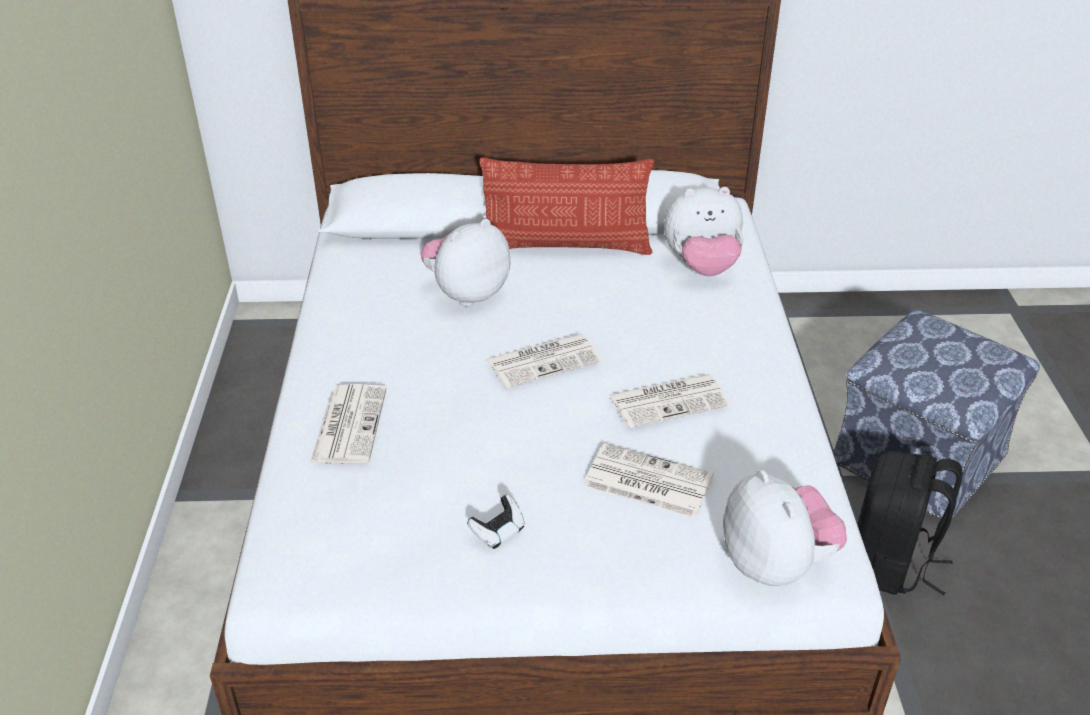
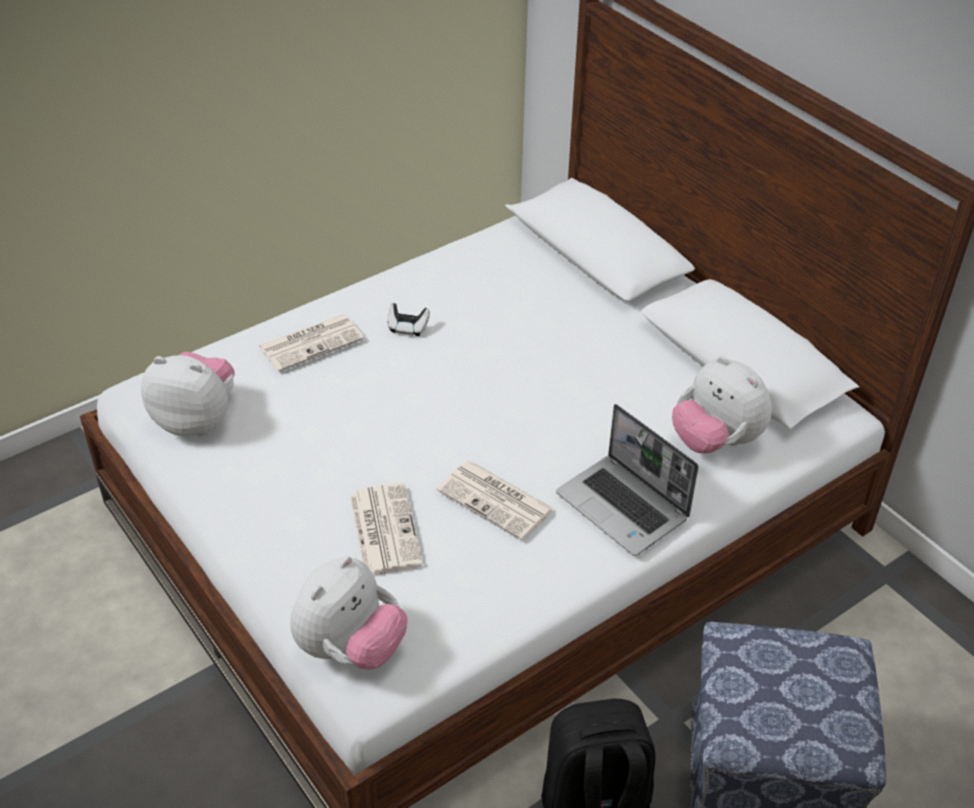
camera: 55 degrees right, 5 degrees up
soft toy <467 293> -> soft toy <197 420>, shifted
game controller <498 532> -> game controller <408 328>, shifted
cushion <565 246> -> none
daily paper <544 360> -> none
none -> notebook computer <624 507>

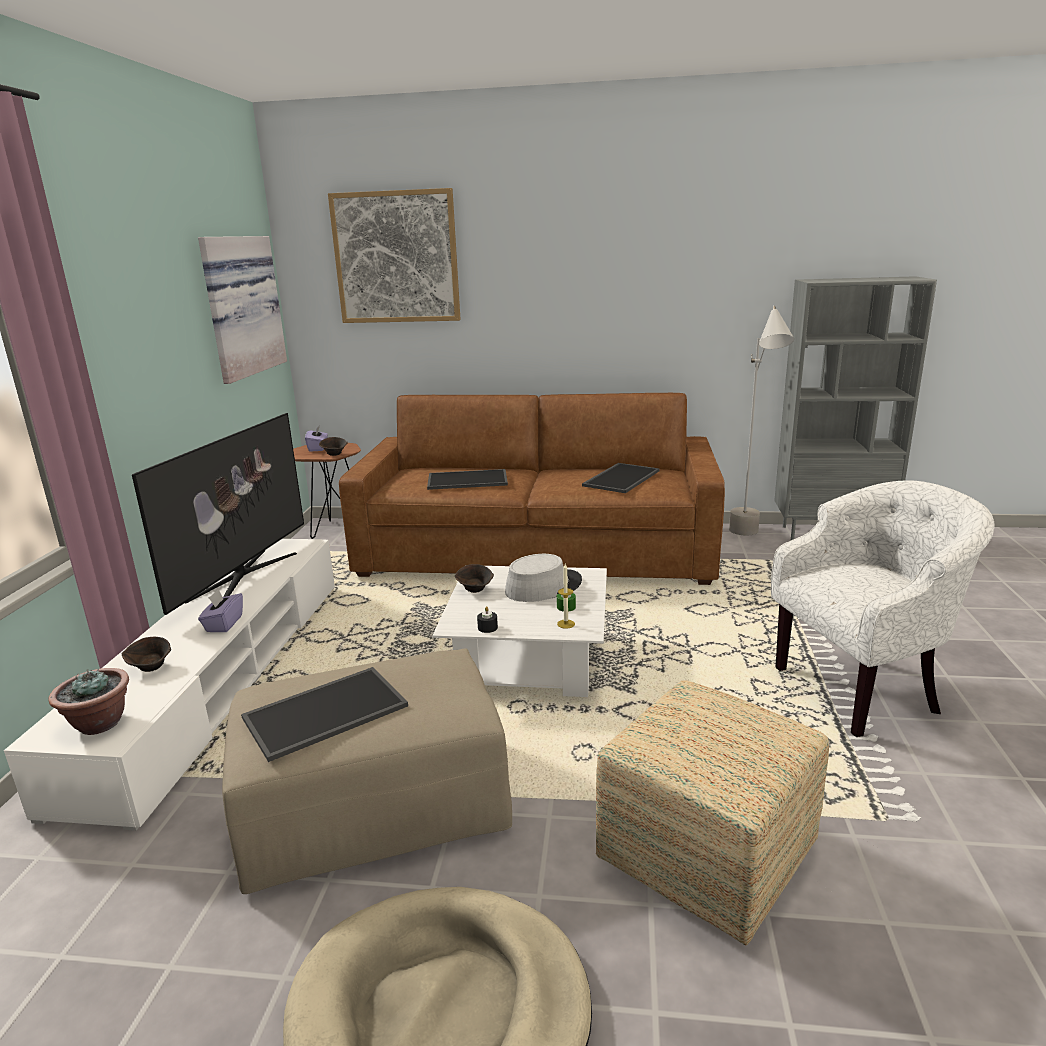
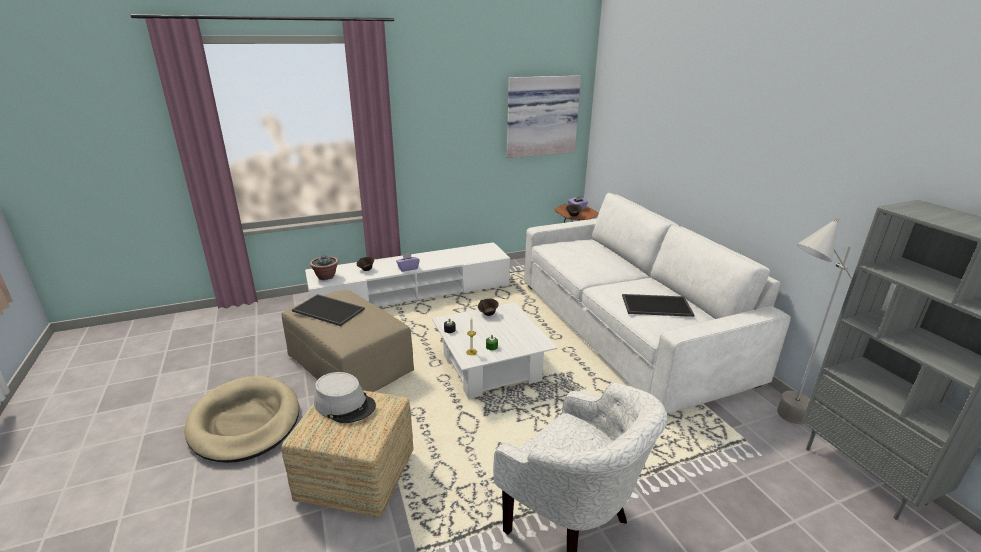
camera: 60 degrees right, 5 degrees up
television <242 577> -> none
wall art <396 258> -> none
brown couch <537 550> -> white couch <627 329>
tray <466 480> -> none
gray wearable hat <543 587> -> gray wearable hat <345 404>, shifted

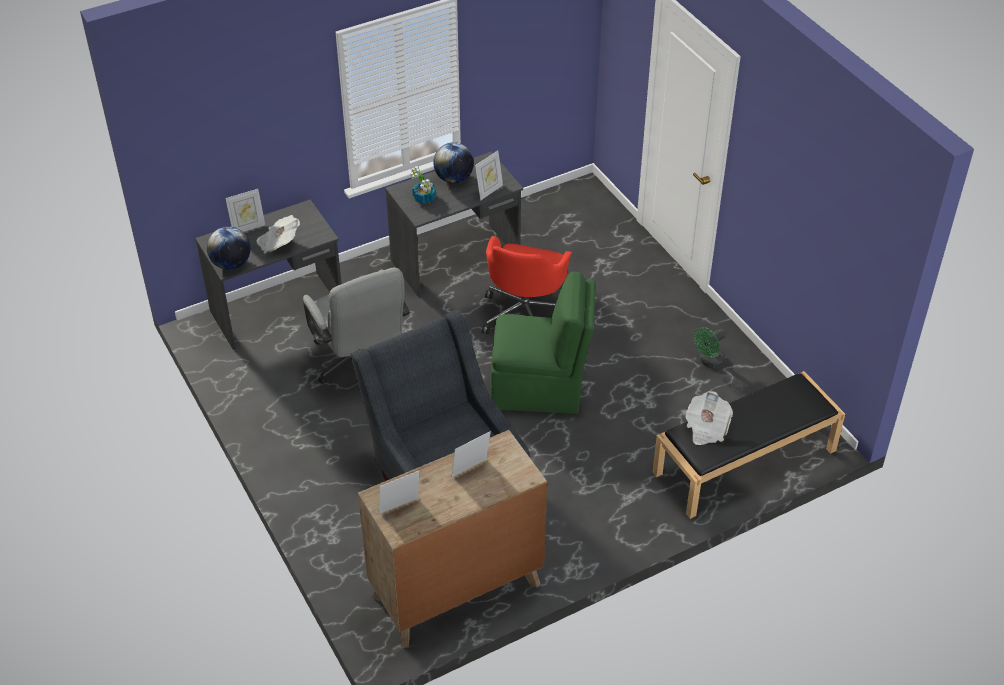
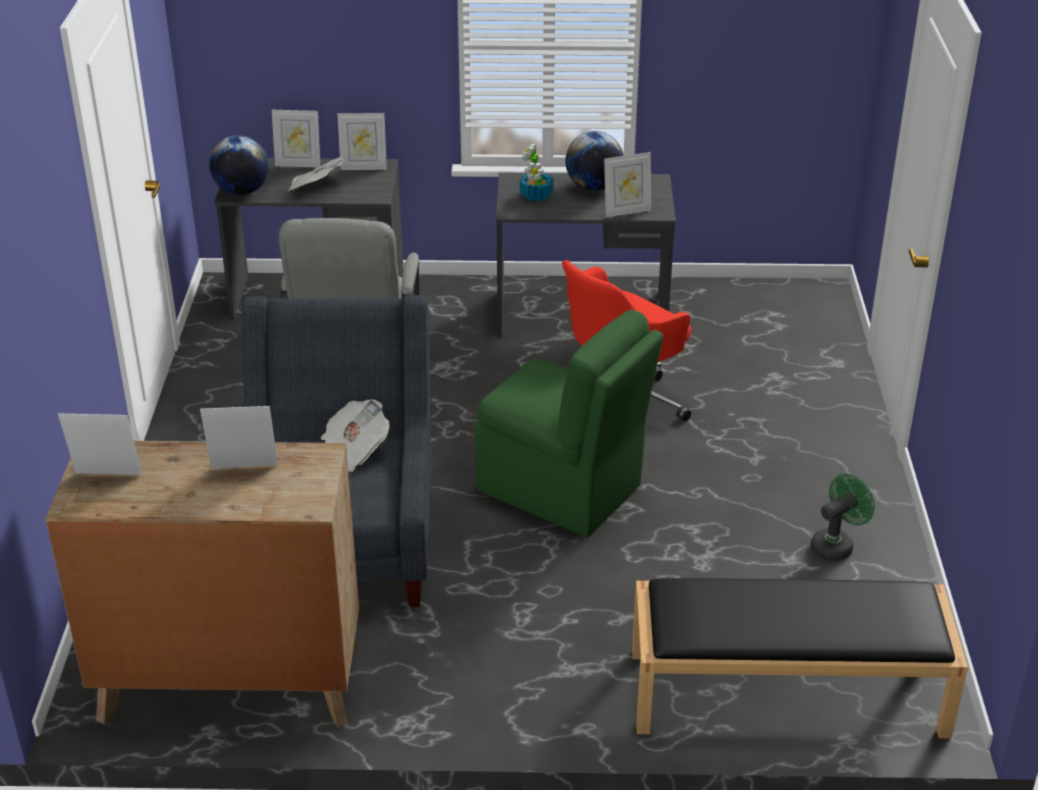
camera: 30 degrees right, 10 degrees down
daily paper <706 428> -> daily paper <351 452>, shifted
green cooling fan <709 361> -> green cooling fan <836 545>, 150 degrees clockwise
none -> standing frame <363 167>

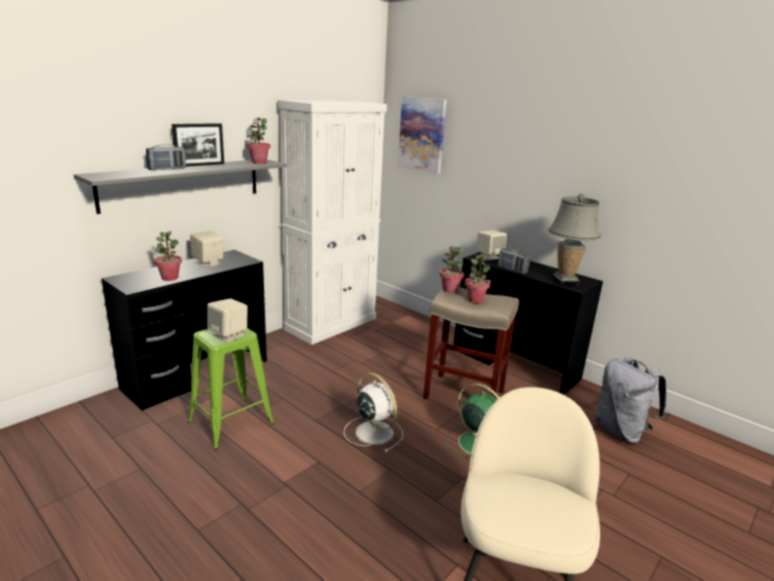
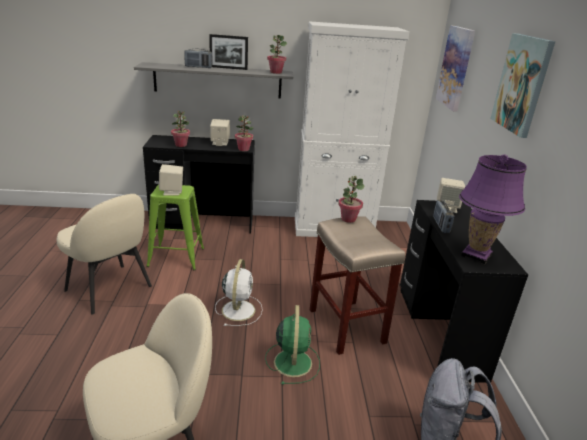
camera: 45 degrees right, 5 degrees up
potted plant <475 300> -> potted plant <244 149>, shifted
gray lamp for a table <565 280> -> purple-coloured lamp for a table <476 255>
none -> beige-coloured plain chair <110 289>
none -> wall art <522 84>

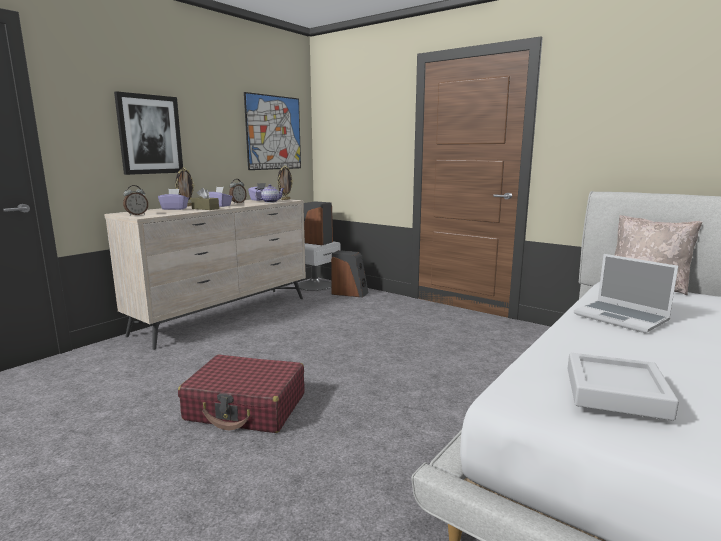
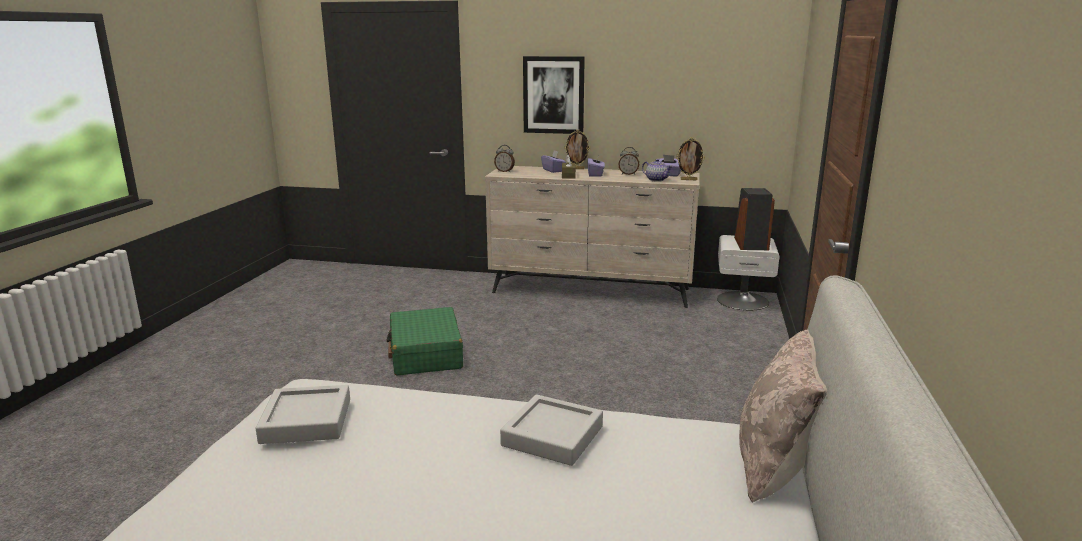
camera: 65 degrees right, 5 degrees up
reddish piece of luggage <246 407> -> green piece of luggage <426 354>
wall art <274 133> -> none
speaker <350 293> -> none
notebook computer <622 318> -> gray tray <552 436>

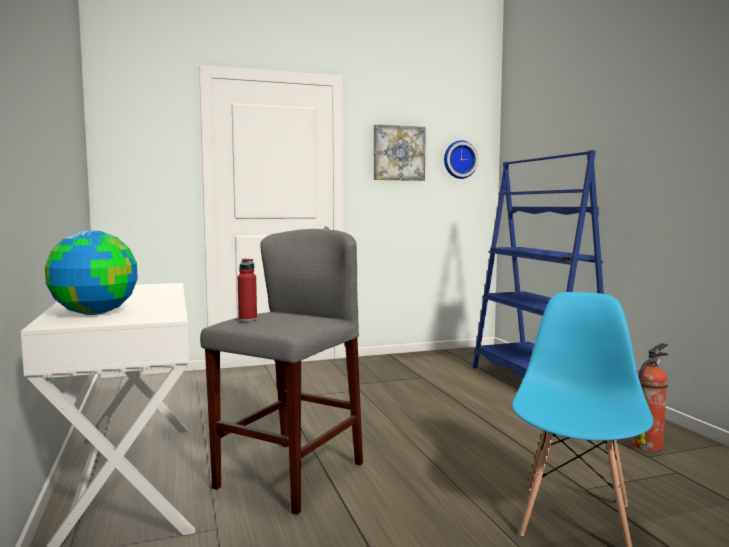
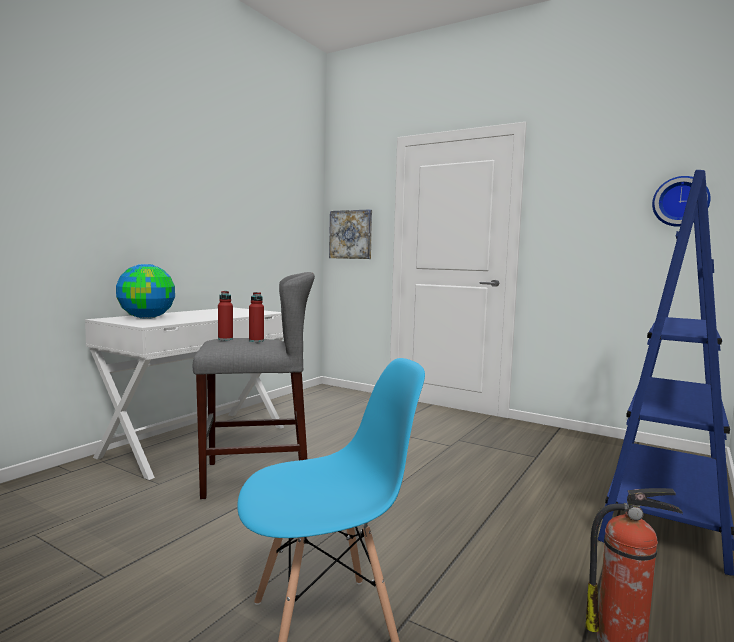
camera: 50 degrees right, 0 degrees up
wall art <398 153> -> wall art <351 234>, shifted
none -> reddish beverage bottle <256 341>

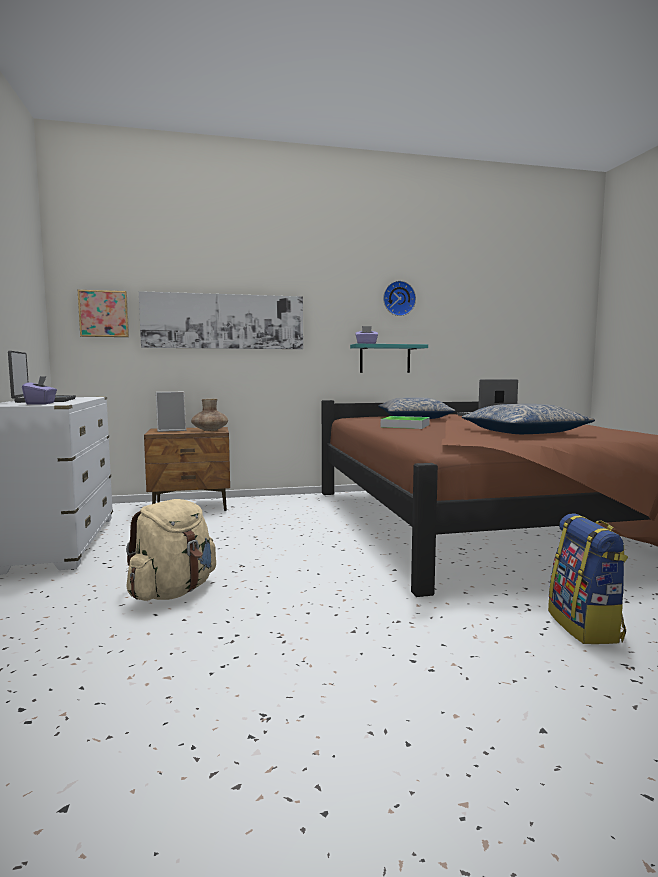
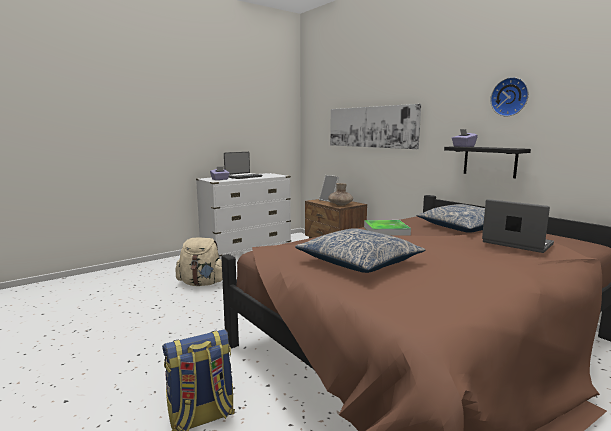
camera: 65 degrees right, 5 degrees up
wall art <104 314> -> none
turquoise wall shelf <385 358> -> black-coloured wall shelf <490 161>

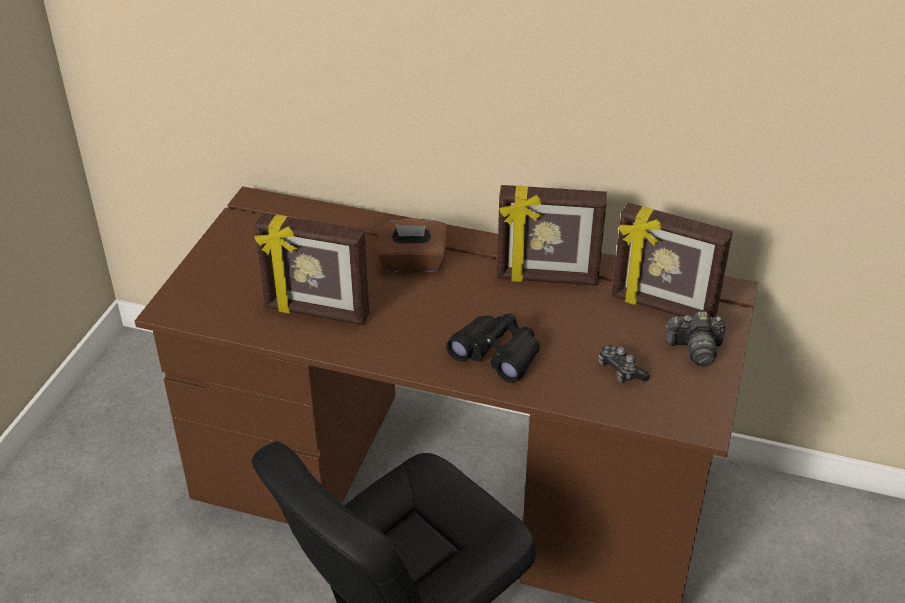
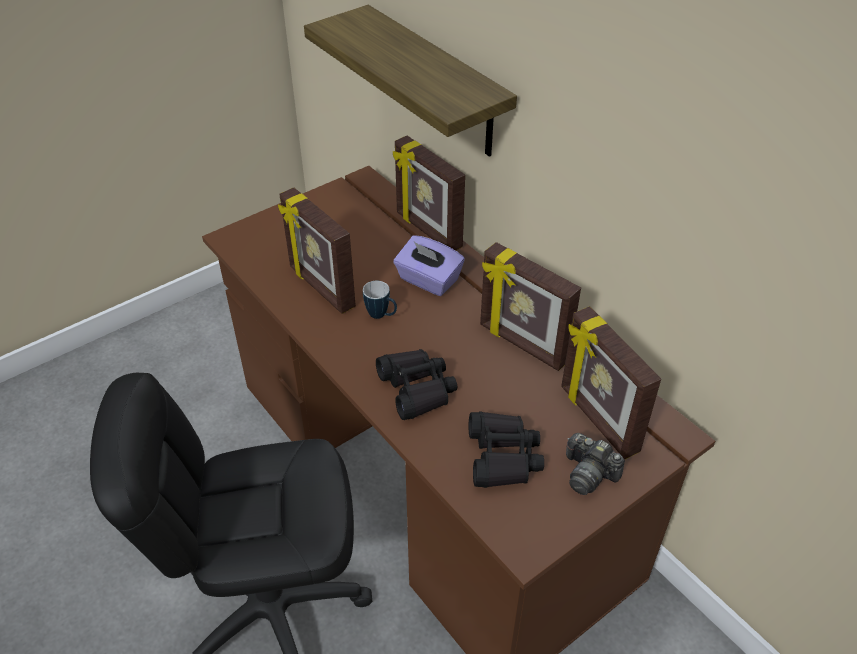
camera: 35 degrees right, 5 degrees up
brown tissue holder <412 263> -> purple-coloured tissue holder <428 280>
game controller <620 370> -> black-coloured pair of binoculars <503 457>
none -> wall shelf <436 83>
none -> mug <381 316>
none -> standing frame <427 231>

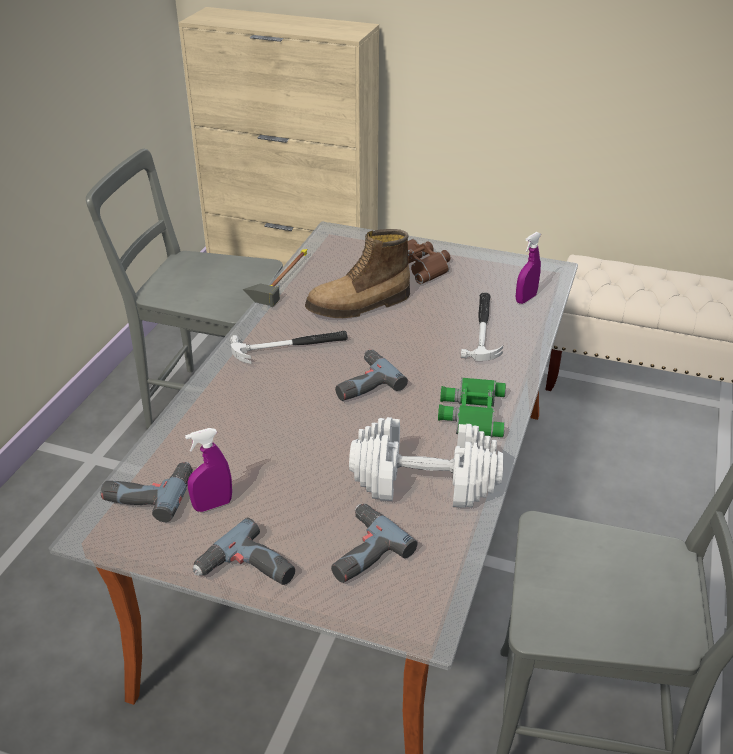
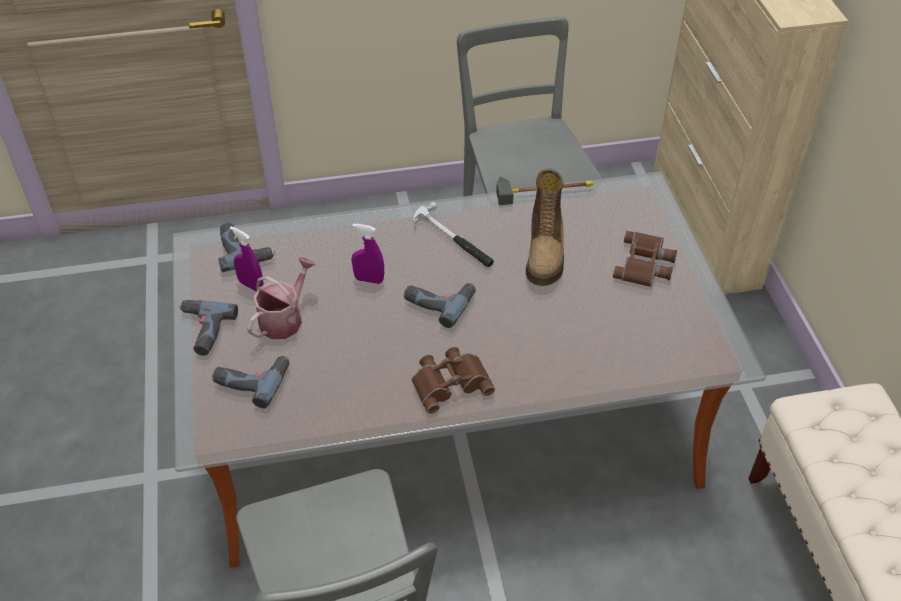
camera: 60 degrees right, 10 degrees up
high-top boot <359 305> -> high-top boot <545 253>, 120 degrees counterclockwise
white free weight <425 482> -> none
green pair of binoculars <471 412> -> brown pair of binoculars <450 382>
hammer <483 329> -> none
purple-coloured hand sprayer <525 299> -> purple-coloured hand sprayer <369 280>, shifted
none -> watering pot <284 318>

